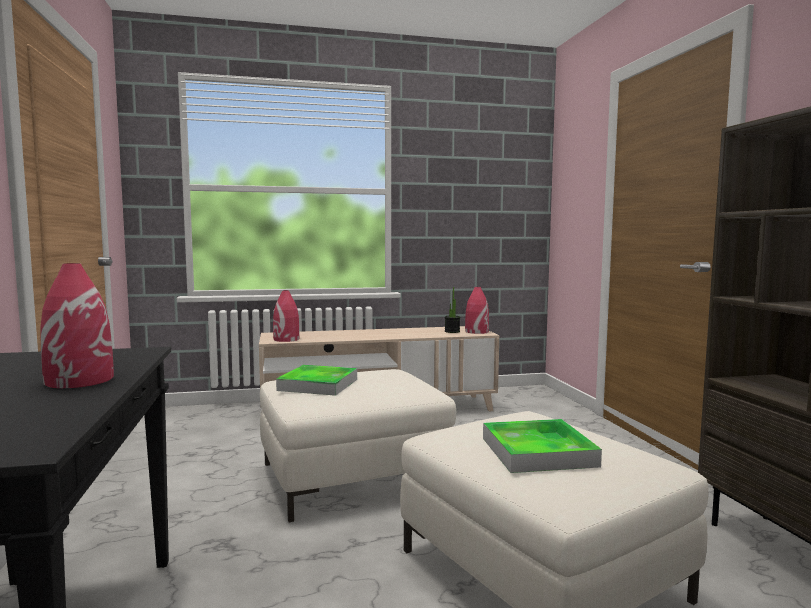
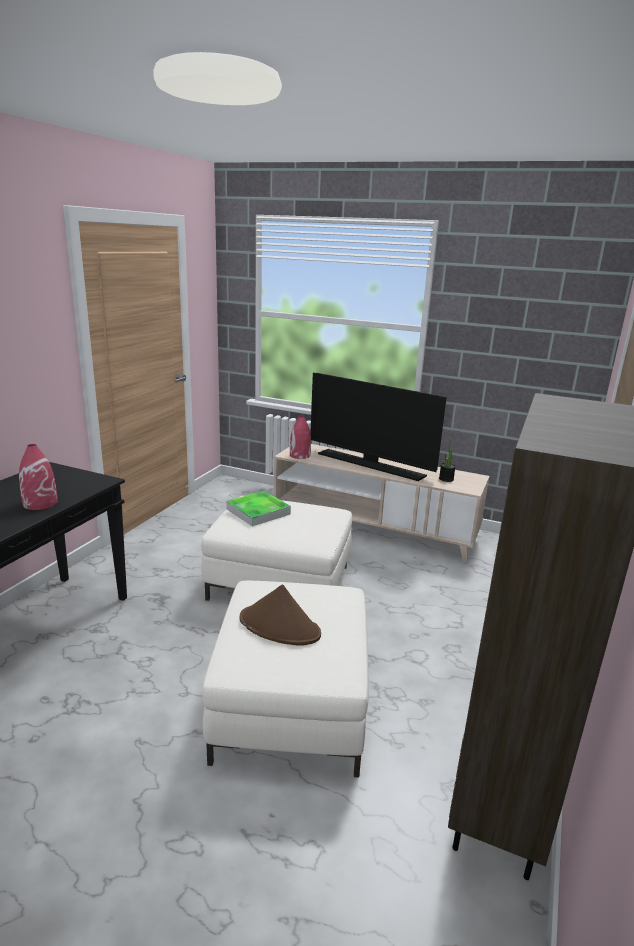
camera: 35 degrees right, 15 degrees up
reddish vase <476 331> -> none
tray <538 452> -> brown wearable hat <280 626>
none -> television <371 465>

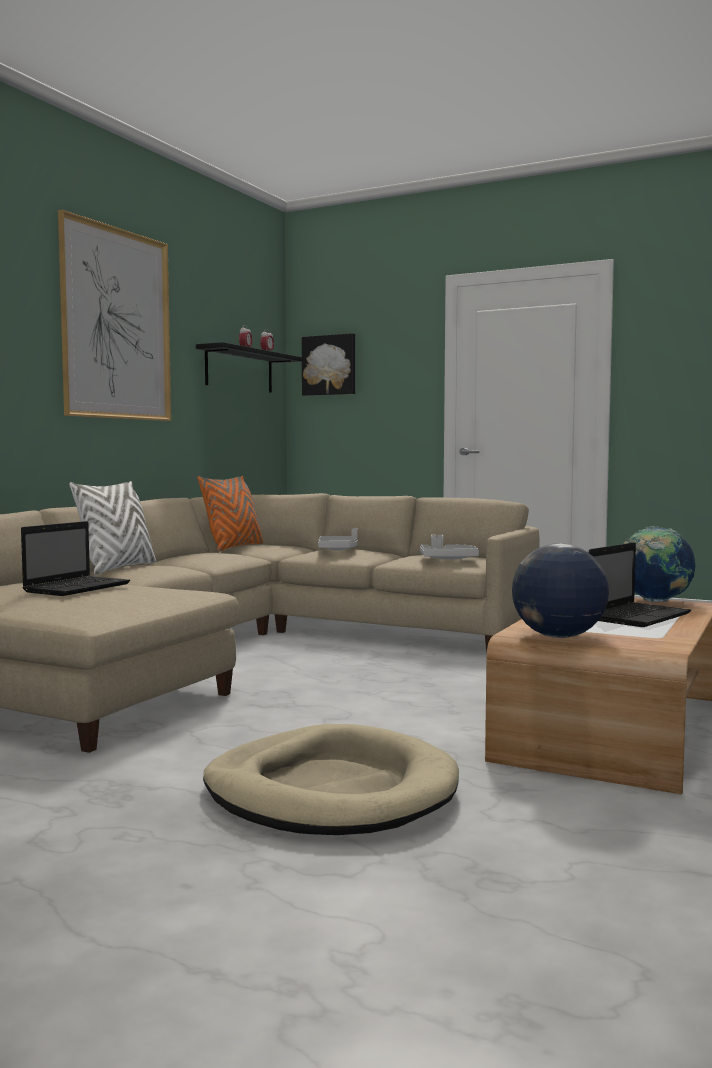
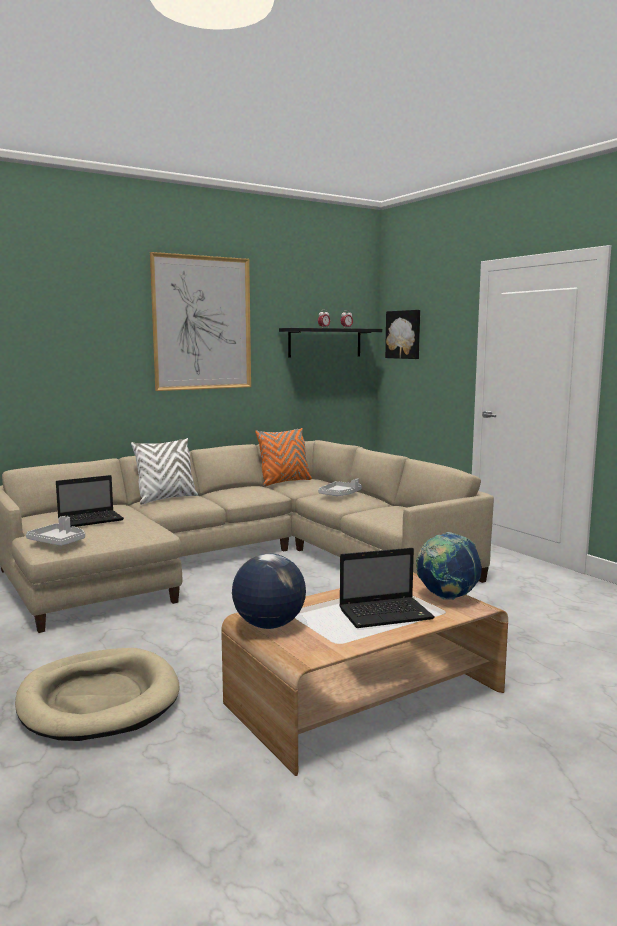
camera: 30 degrees right, 5 degrees up
gray tray <448 559> -> gray tray <58 542>, shifted

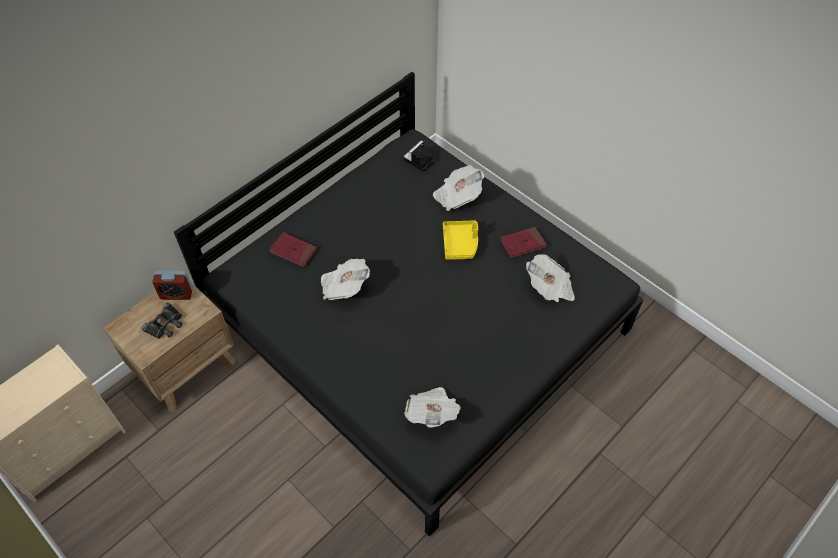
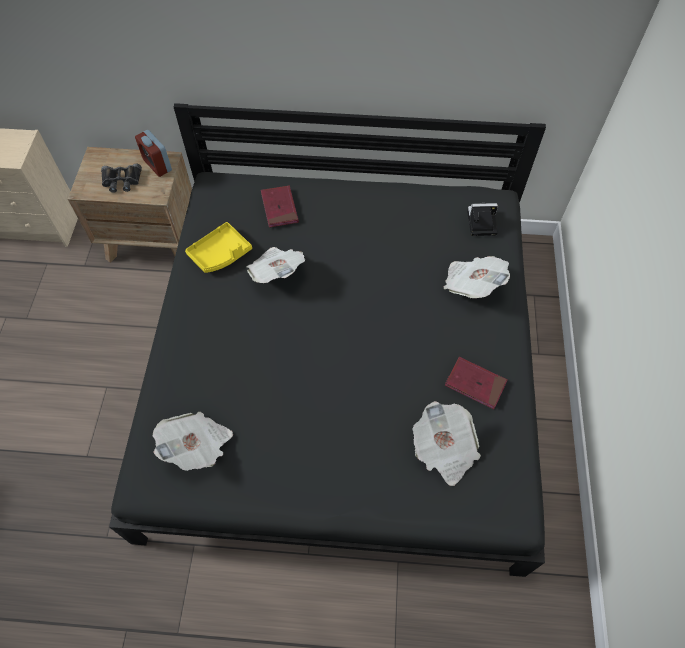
camera: 50 degrees right, 5 degrees up
yellow tray <460 243> -> yellow tray <220 254>, shifted

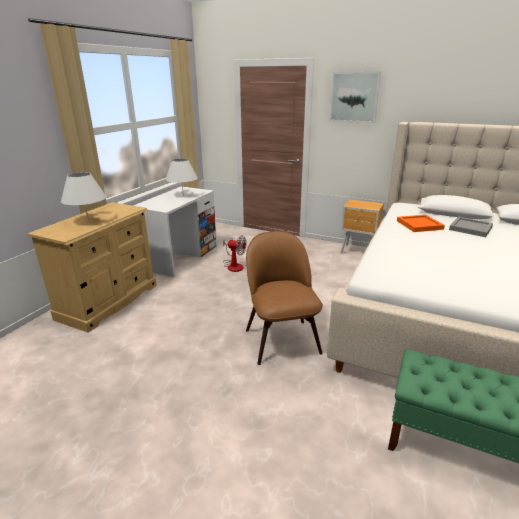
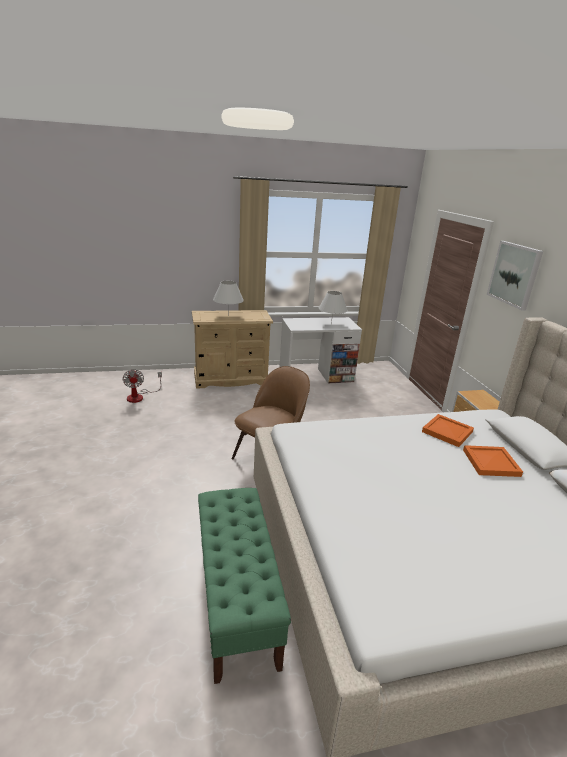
camera: 50 degrees right, 0 degrees up
cooling fan <233 265> -> cooling fan <139 396>, shifted
gray tray <470 228> -> orange-coloured tray <491 462>

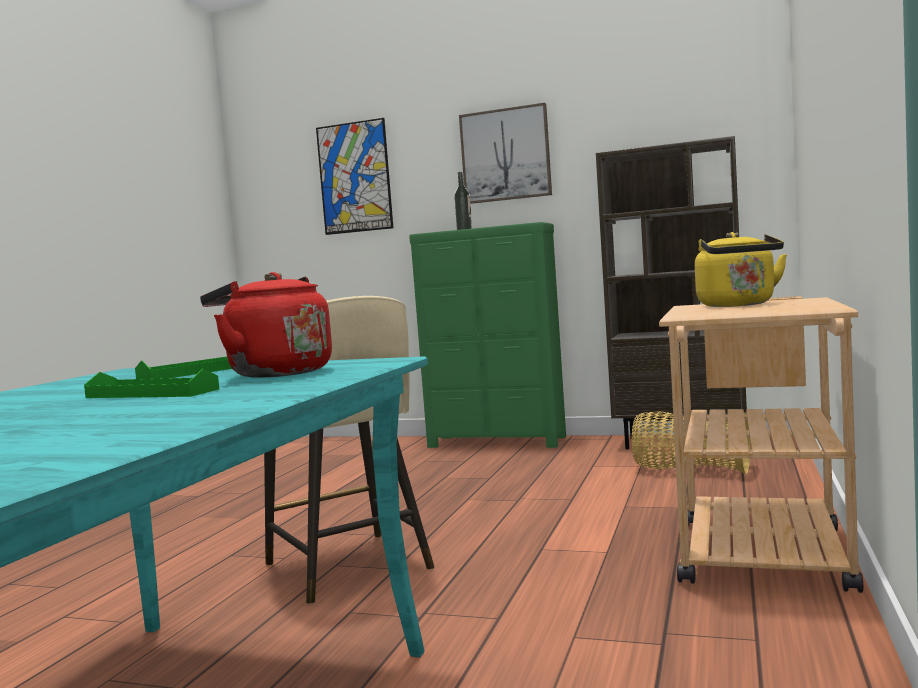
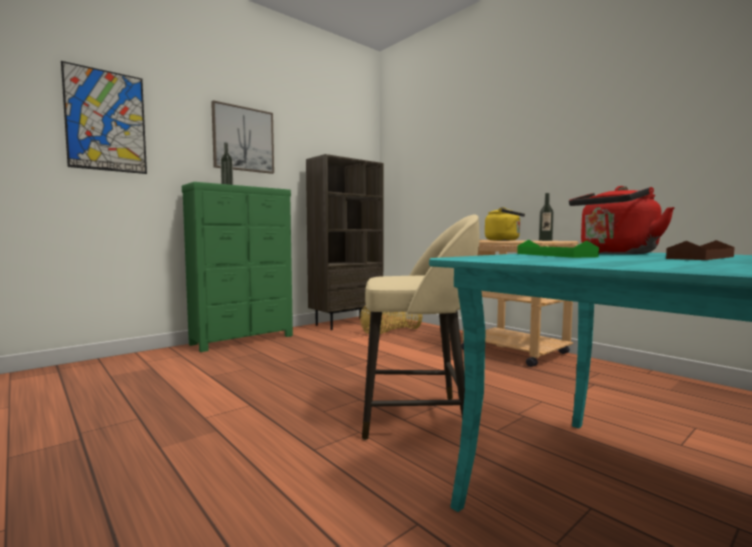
camera: 60 degrees left, 0 degrees up
green tray <152 393> -> brown tray <701 257>
none -> beverage bottle <545 240>

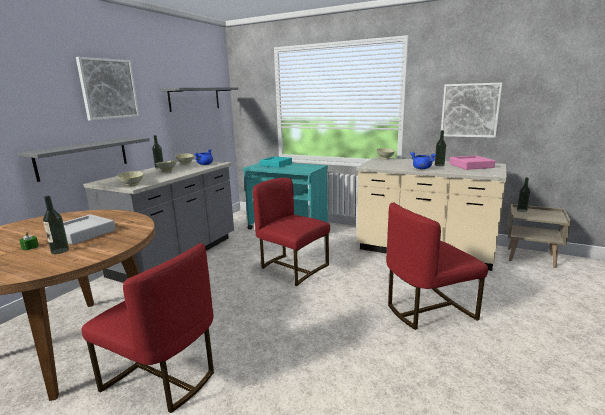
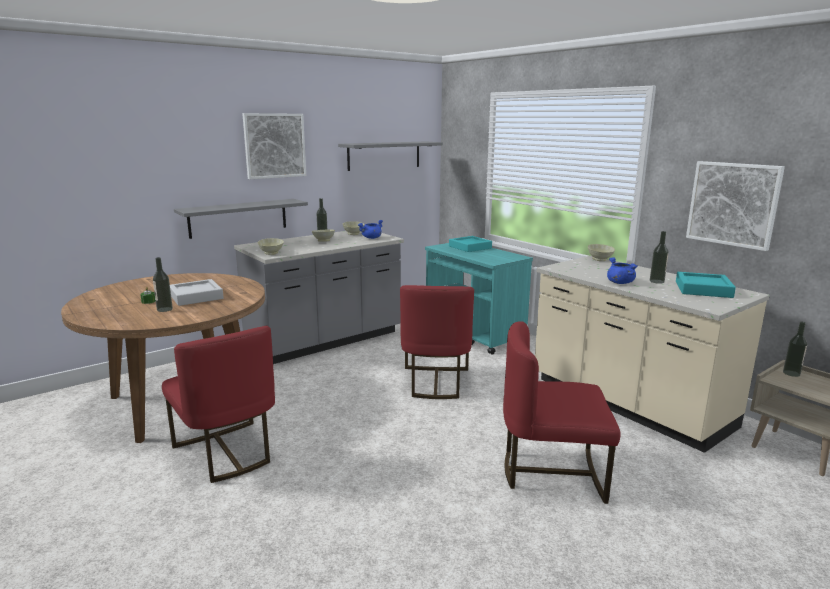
camera: 25 degrees right, 0 degrees up
reddish plain chair <292 268> -> reddish plain chair <435 382>, 150 degrees counterclockwise
pink-coloured tray <471 166> -> turquoise tray <703 289>

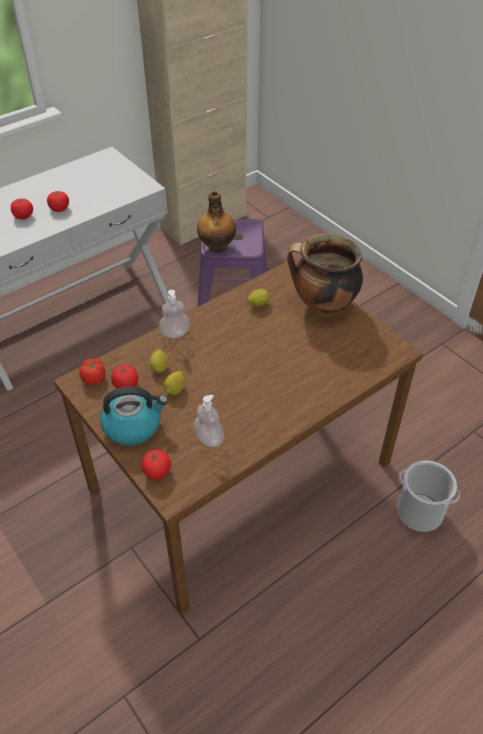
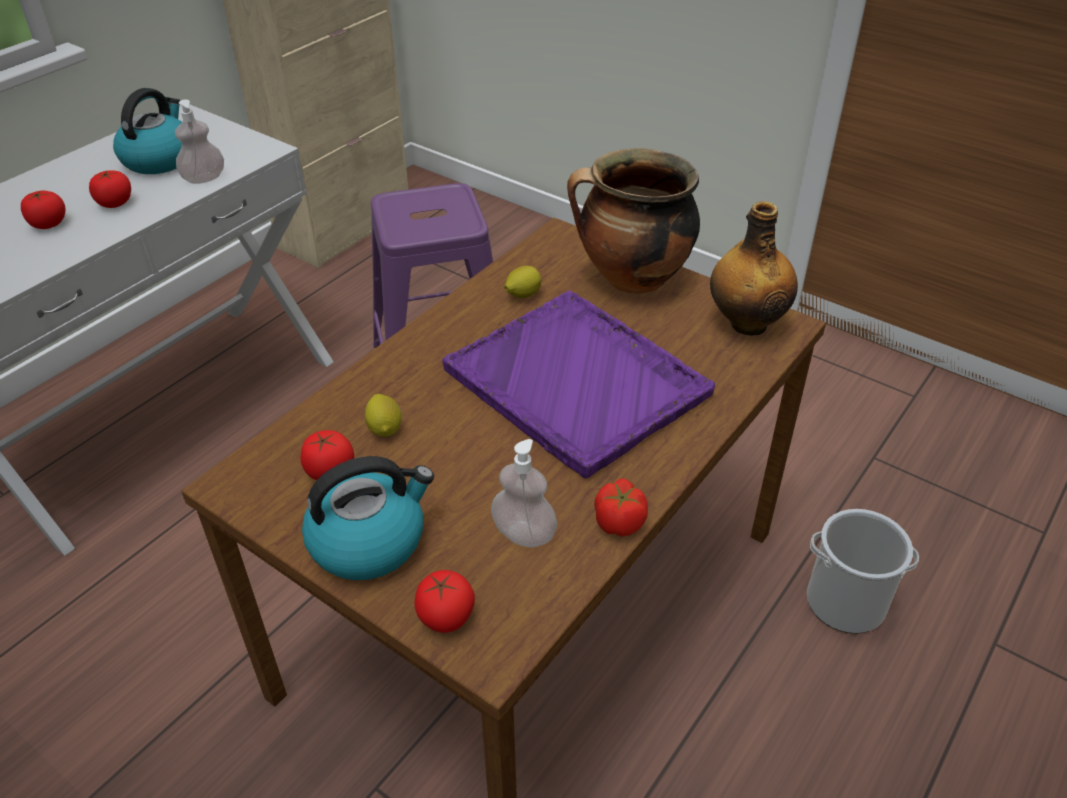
camera: 15 degrees left, 5 degrees down
whole tomato <94 378> -> whole tomato <619 522>, shifted
soap dispenser <175 333> -> soap dispenser <204 178>, shifted
whole lemon <175 389> -> none
beverage bottle <217 246> -> beverage bottle <747 323>, shifted
none -> kettle <159 159>
none -> purple-coloured tray <577 383>

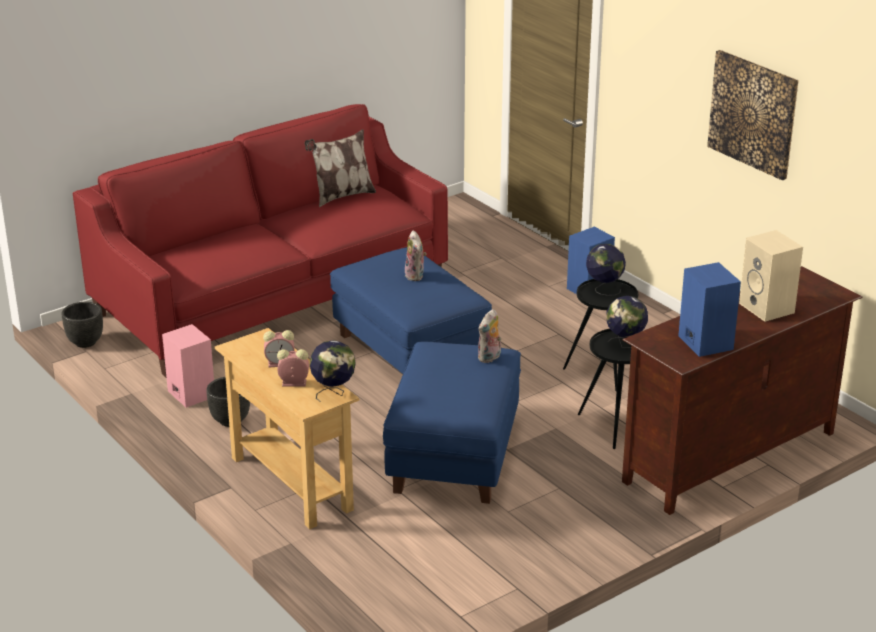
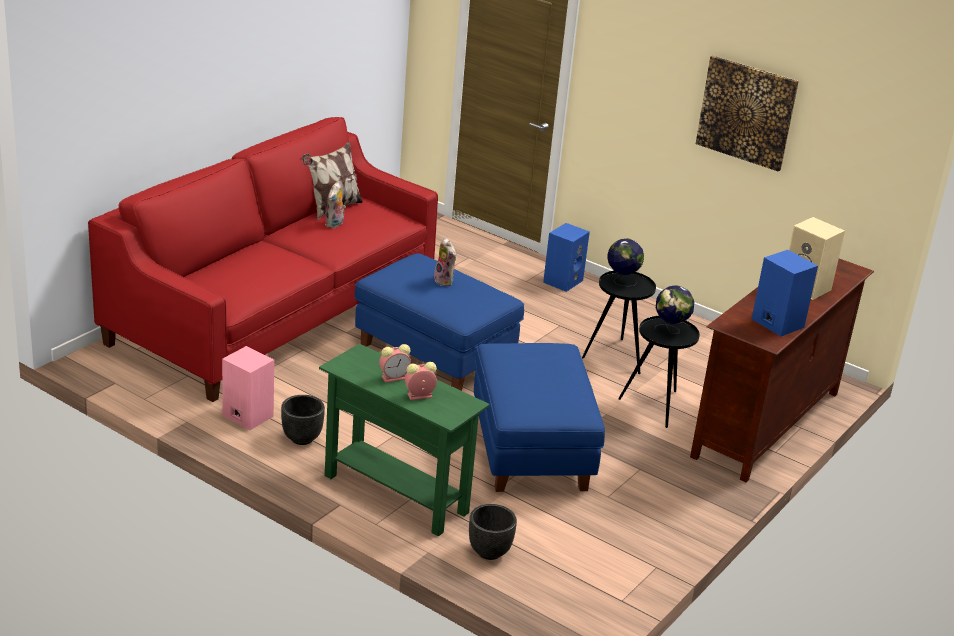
camera: 20 degrees left, 0 degrees up
black-coloured plant pot <85 343> -> black-coloured plant pot <489 552>, shifted
beige-coloured narrow table <291 483> -> green narrow table <395 494>
desk globe <333 393> -> none
soft toy <490 358> -> soft toy <335 224>, shifted

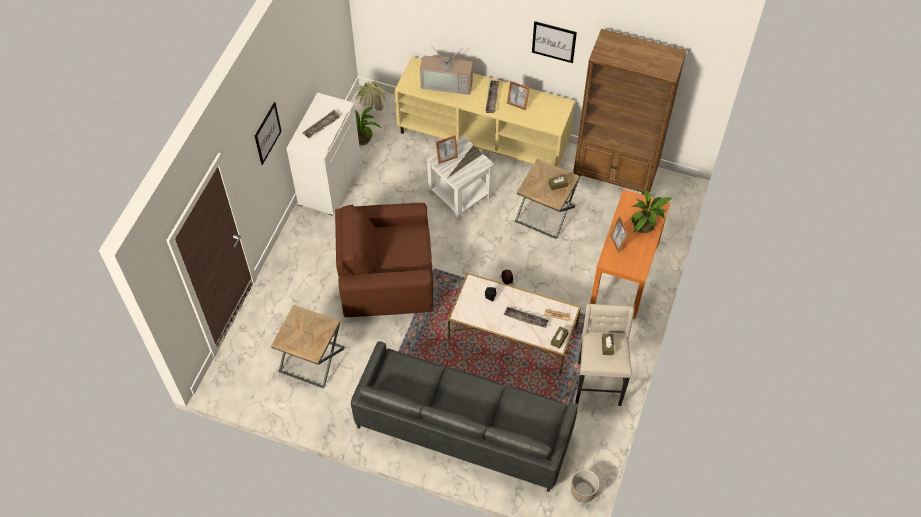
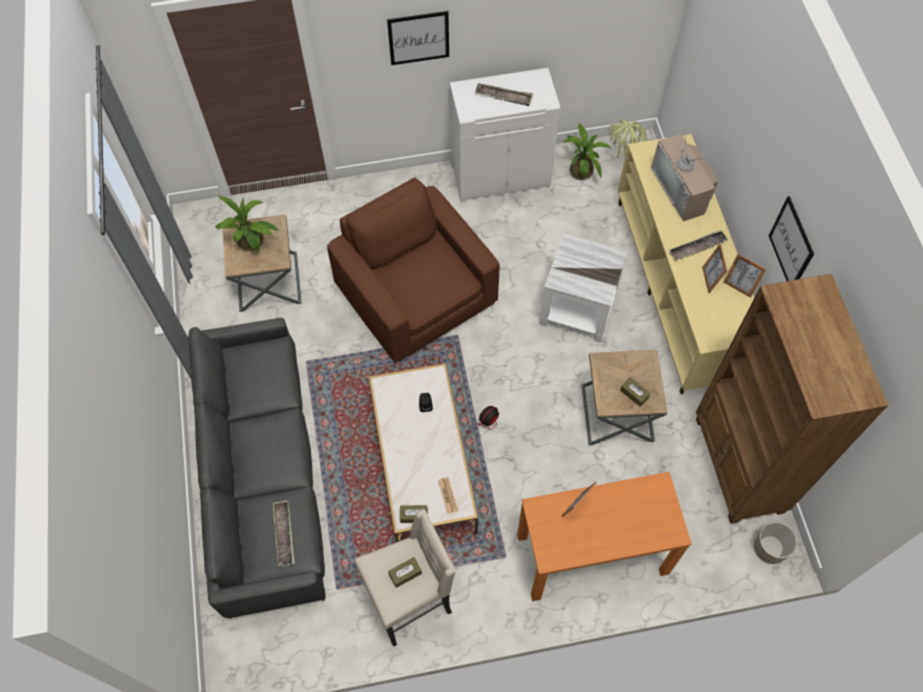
camera: 60 degrees right, 5 degrees up
standing frame <447 158> -> standing frame <739 286>, shifted
tray <526 318> -> tray <284 534>, shifted
plant pot <583 491> -> plant pot <769 548>, shifted
potted plant <646 225> -> potted plant <253 244>, shifted

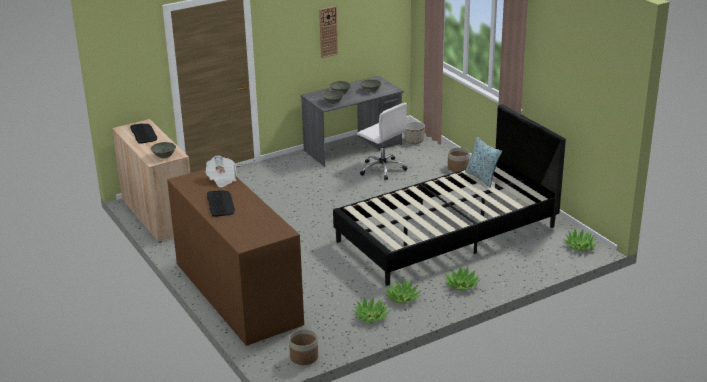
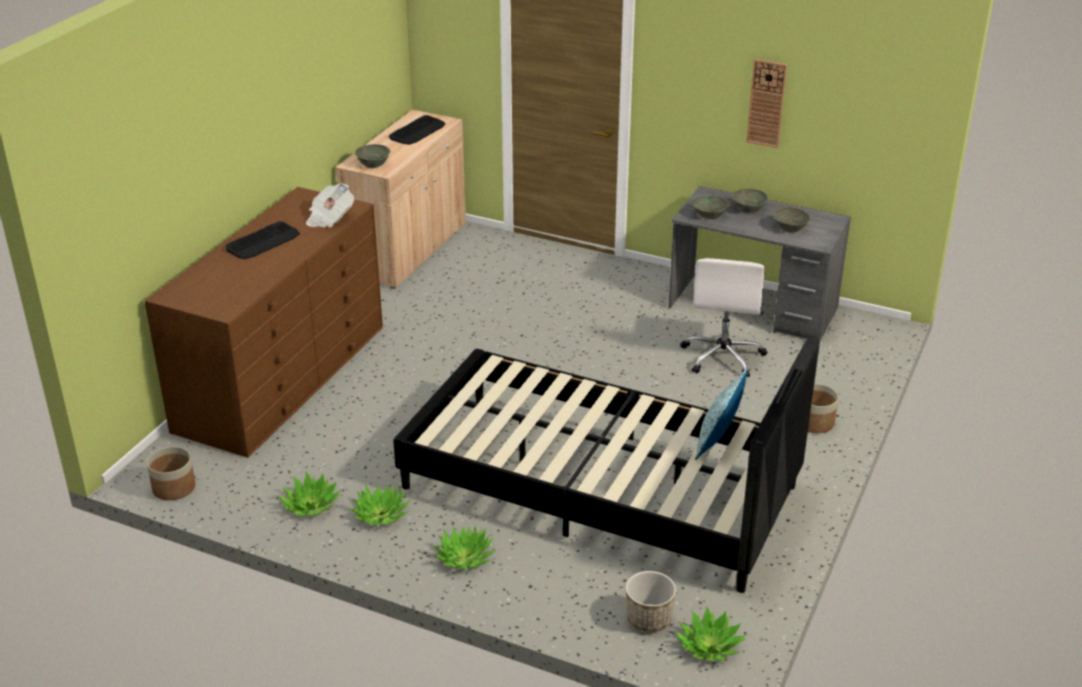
camera: 55 degrees right, 5 degrees up
plant pot <414 141> -> plant pot <649 618>, shifted

